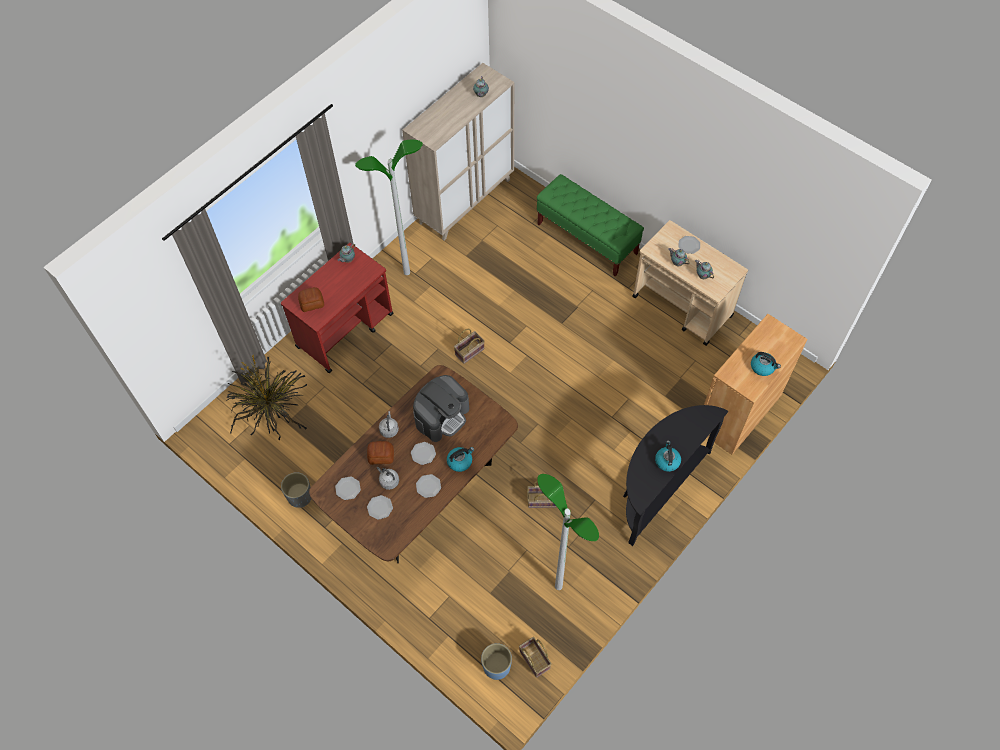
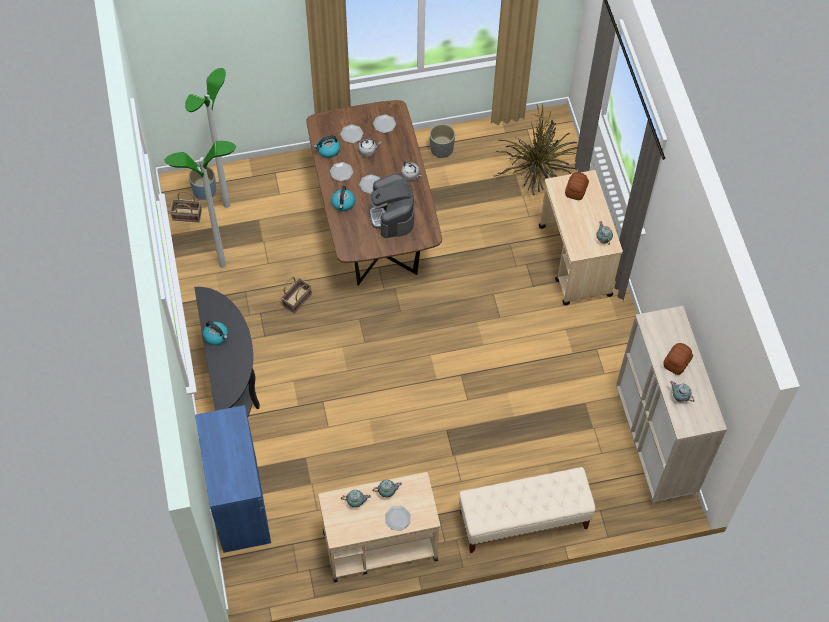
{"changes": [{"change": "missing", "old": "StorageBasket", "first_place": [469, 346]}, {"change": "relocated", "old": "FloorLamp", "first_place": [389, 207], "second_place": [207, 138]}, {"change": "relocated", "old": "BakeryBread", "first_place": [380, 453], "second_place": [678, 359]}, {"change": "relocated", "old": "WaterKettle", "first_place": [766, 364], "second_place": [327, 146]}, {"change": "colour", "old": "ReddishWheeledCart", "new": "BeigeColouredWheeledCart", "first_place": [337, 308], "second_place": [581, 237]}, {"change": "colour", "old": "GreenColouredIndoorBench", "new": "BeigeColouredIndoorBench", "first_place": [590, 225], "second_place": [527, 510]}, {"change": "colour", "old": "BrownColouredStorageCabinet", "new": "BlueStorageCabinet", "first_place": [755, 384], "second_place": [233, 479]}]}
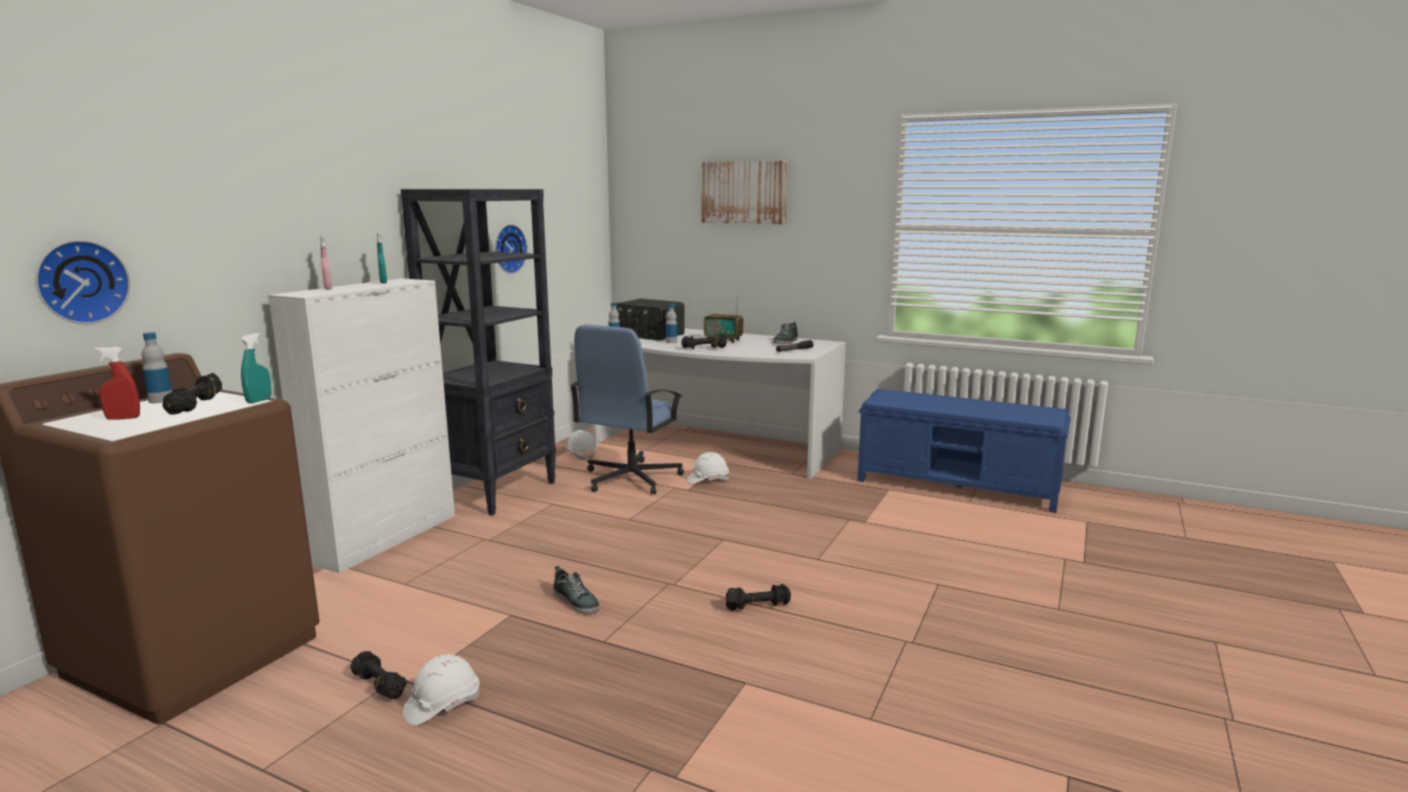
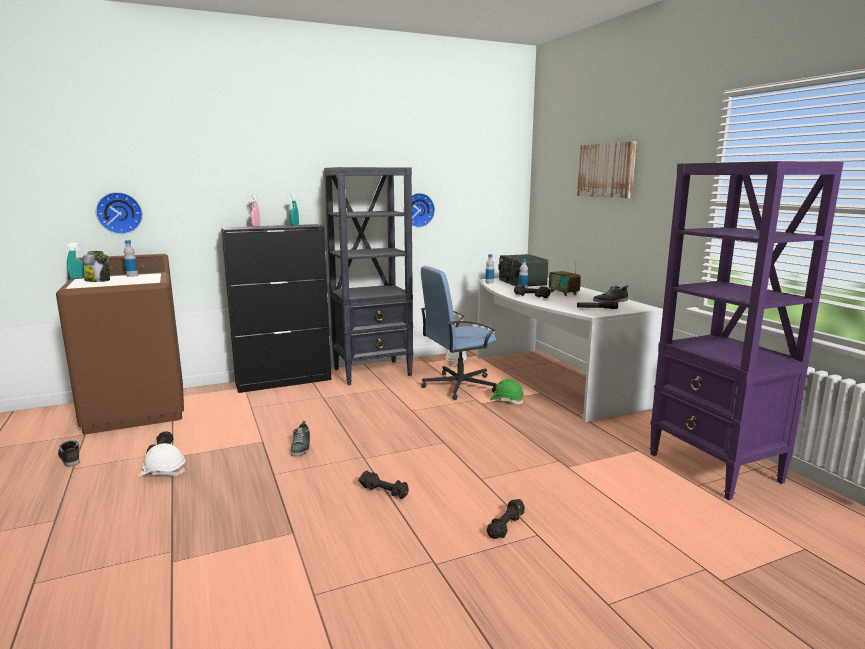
{"changes": [{"change": "appeared", "new": "Shoe", "second_place": [69, 453]}, {"change": "relocated", "old": "BlackishHandWeight", "first_place": [192, 394], "second_place": [506, 519]}, {"change": "relocated", "old": "BlueGreenSprayer", "first_place": [256, 368], "second_place": [75, 261]}, {"change": "exchanged", "old": "ReddishSprayer", "new": "PreserveJar", "first_place": [117, 383], "second_place": [96, 266]}, {"change": "exchanged", "old": "BlueIndoorBench", "new": "PurpleColouredBookcase", "first_place": [964, 451], "second_place": [746, 330]}, {"change": "colour", "old": "WhiteStorageCabinet", "new": "BlackishStorageCabinet", "first_place": [361, 425], "second_place": [276, 308]}, {"change": "colour", "old": "WhiteWorkHelmet", "new": "GreenColouredWorkHelmet", "first_place": [708, 468], "second_place": [507, 392]}]}
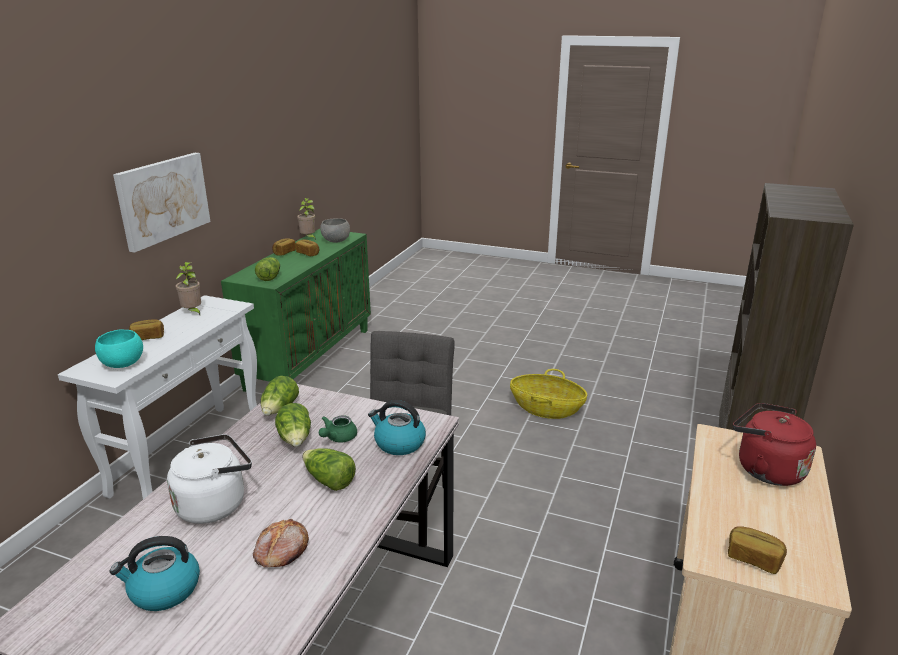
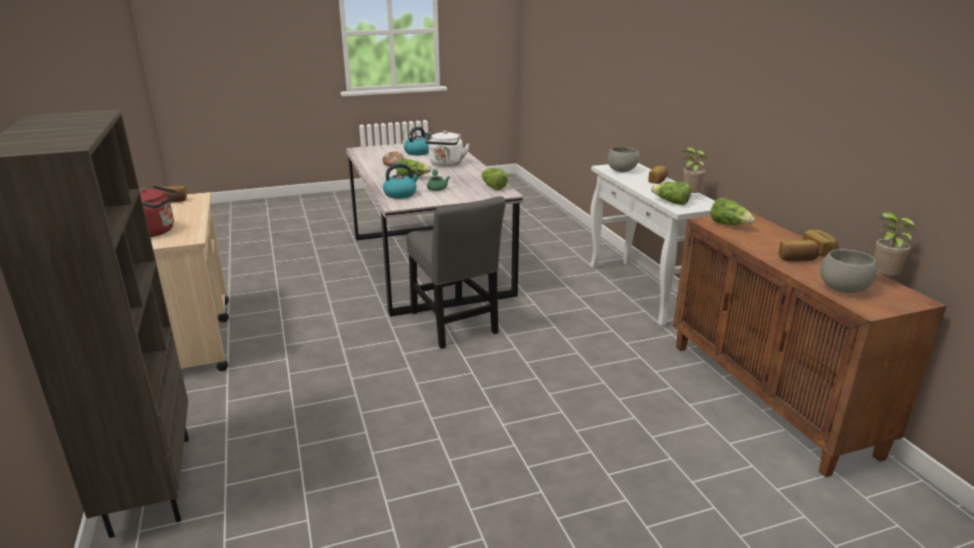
{"changes": [{"change": "missing", "old": "WallArt", "first_place": [162, 203]}, {"change": "missing", "old": "StorageBasket", "first_place": [548, 394]}, {"change": "relocated", "old": "LettuceHead", "first_place": [293, 425], "second_place": [671, 193]}, {"change": "colour", "old": "BlueGreenServingBowl", "new": "GreyishServingBowl", "first_place": [119, 348], "second_place": [623, 159]}, {"change": "colour", "old": "GreenColouredStorageCabinet", "new": "BrownColouredStorageCabinet", "first_place": [296, 310], "second_place": [810, 344]}]}
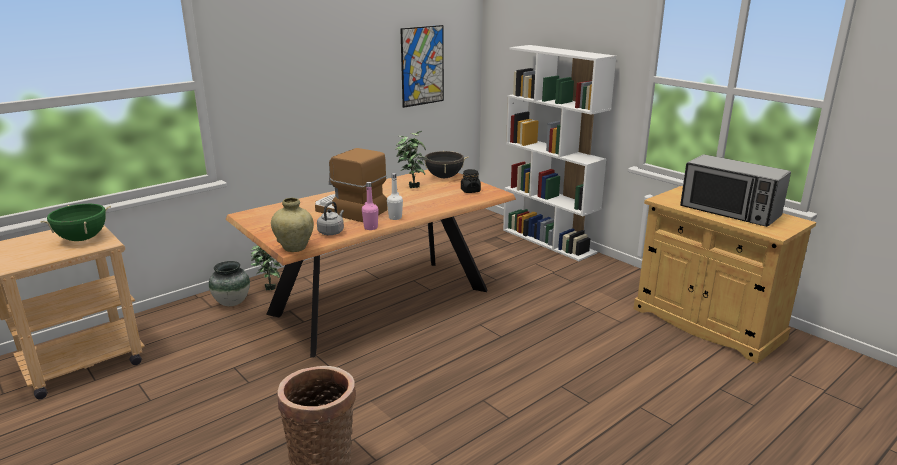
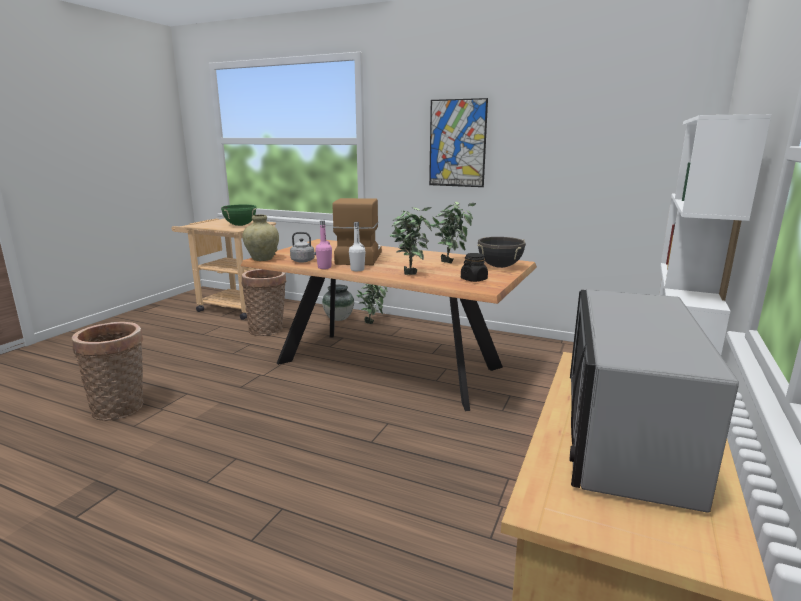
{"changes": [{"change": "appeared", "new": "StorageBasket", "second_place": [264, 302]}, {"change": "appeared", "new": "PottedPlant", "second_place": [410, 241]}, {"change": "relocated", "old": "WallArt", "first_place": [422, 66], "second_place": [458, 142]}]}
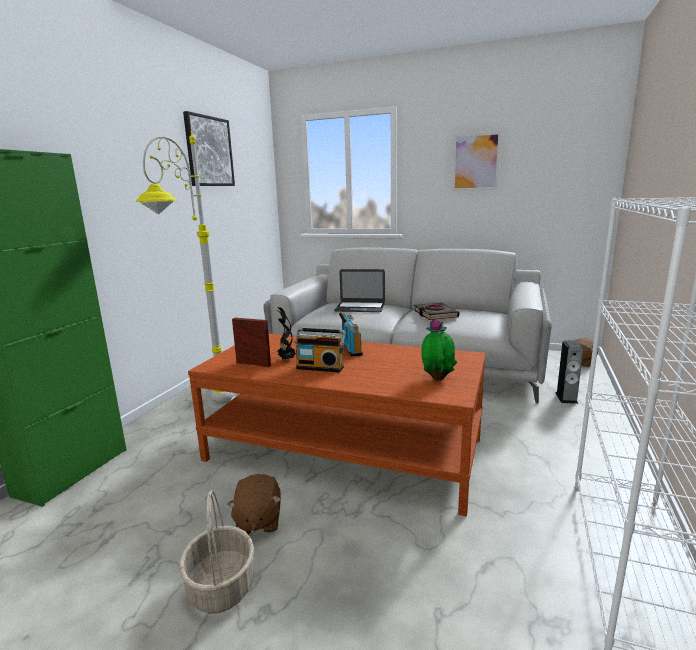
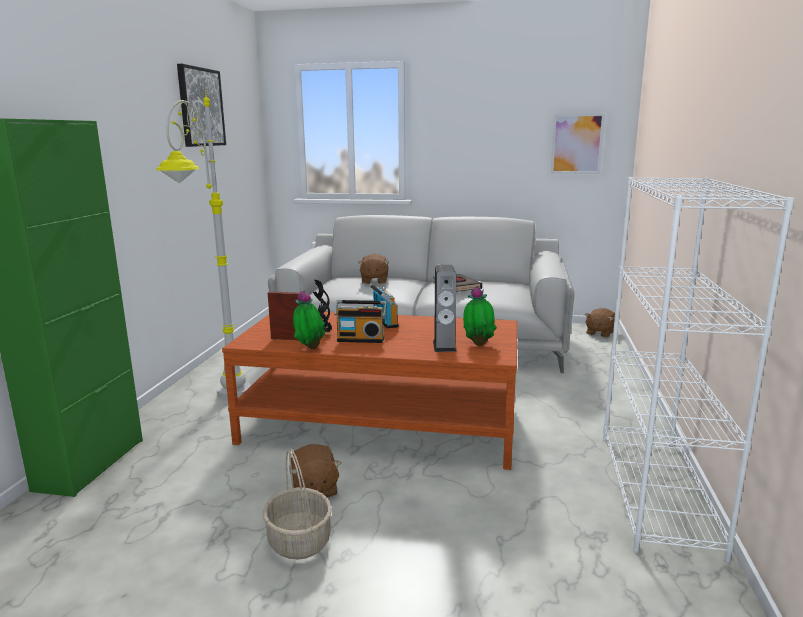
{"changes": [{"change": "appeared", "new": "PottedPlant", "second_place": [309, 320]}, {"change": "relocated", "old": "WallArt", "first_place": [476, 161], "second_place": [577, 143]}, {"change": "relocated", "old": "Loudspeaker", "first_place": [569, 372], "second_place": [445, 308]}, {"change": "exchanged", "old": "PortableComputer", "new": "BrownColouredCuddlyToy", "first_place": [359, 290], "second_place": [373, 269]}]}
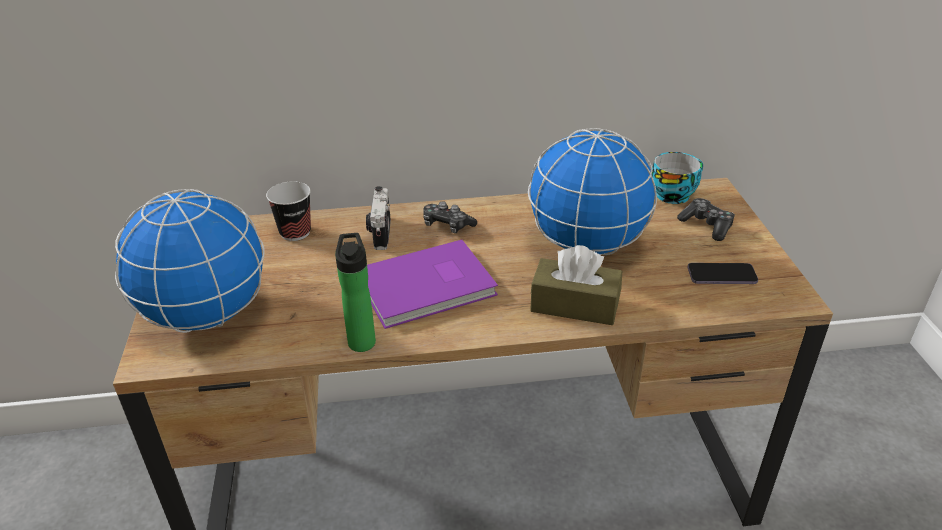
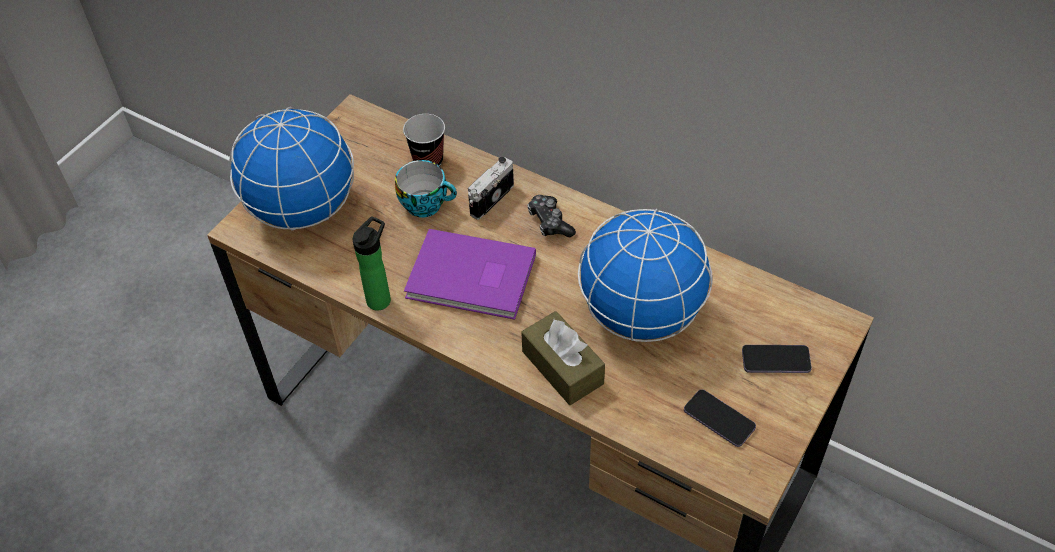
{"changes": [{"change": "relocated", "old": "Cup", "first_place": [677, 178], "second_place": [426, 189]}, {"change": "exchanged", "old": "GameController", "new": "Handset", "first_place": [706, 219], "second_place": [777, 359]}]}
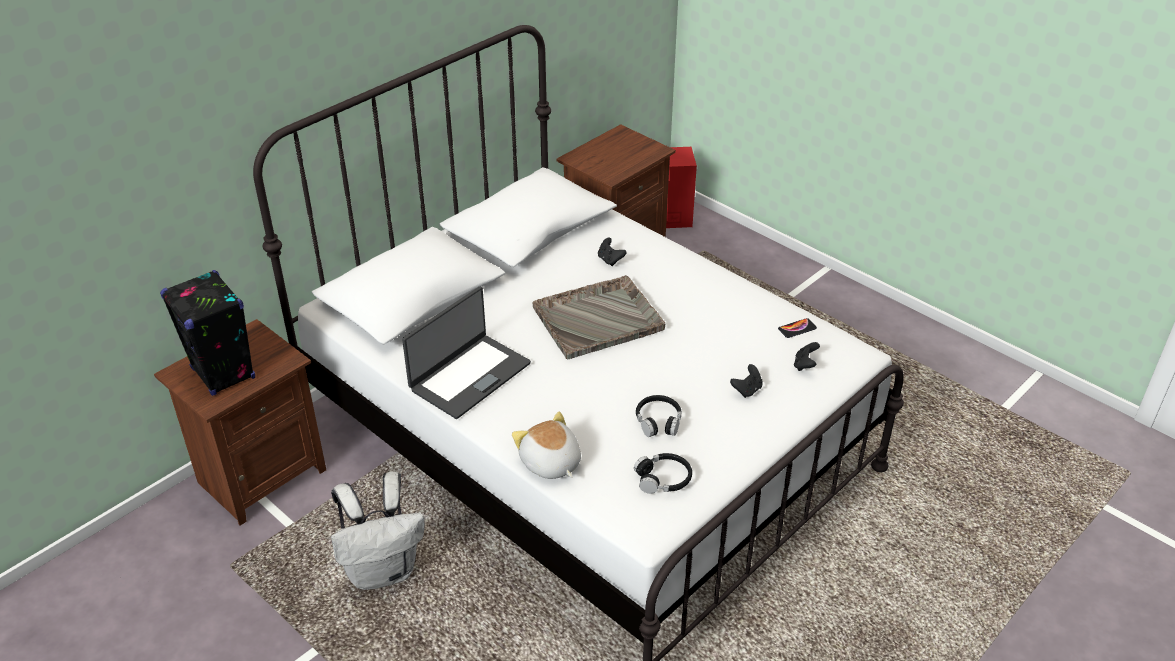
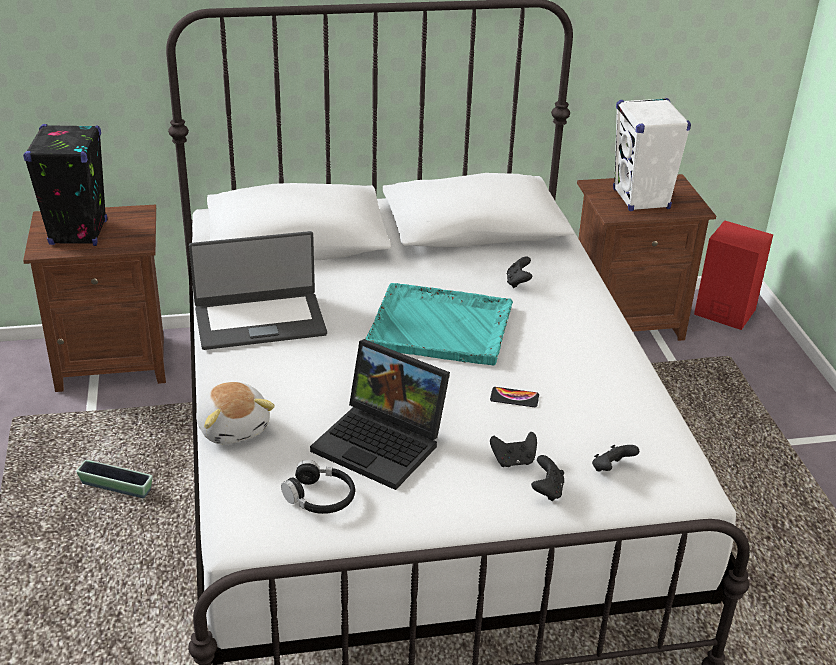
{"changes": [{"change": "appeared", "new": "BlackishGameController", "second_place": [547, 478]}, {"change": "appeared", "new": "WhiteLoudspeaker", "second_place": [652, 154]}, {"change": "relocated", "old": "Handset", "first_place": [797, 328], "second_place": [514, 397]}, {"change": "exchanged", "old": "WhiteKnapsack", "new": "FlowerPot", "first_place": [378, 530], "second_place": [114, 479]}, {"change": "exchanged", "old": "BlackishPairOfHeadphones", "new": "PortableComputer", "first_place": [658, 416], "second_place": [380, 414]}, {"change": "colour", "old": "GreyishCarryingTray", "new": "BlueGreenCarryingTray", "first_place": [599, 317], "second_place": [439, 324]}, {"change": "spun", "old": "CuddlyToy", "first_place": [546, 445], "second_place": [235, 413], "degrees": 150}]}
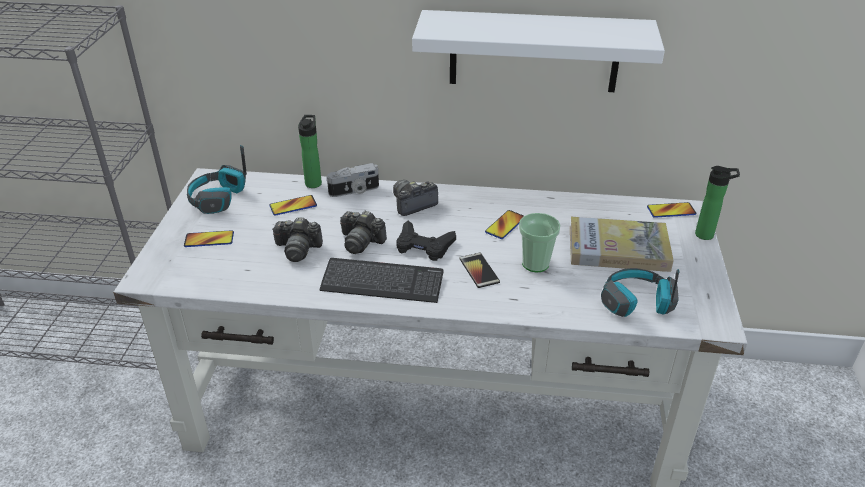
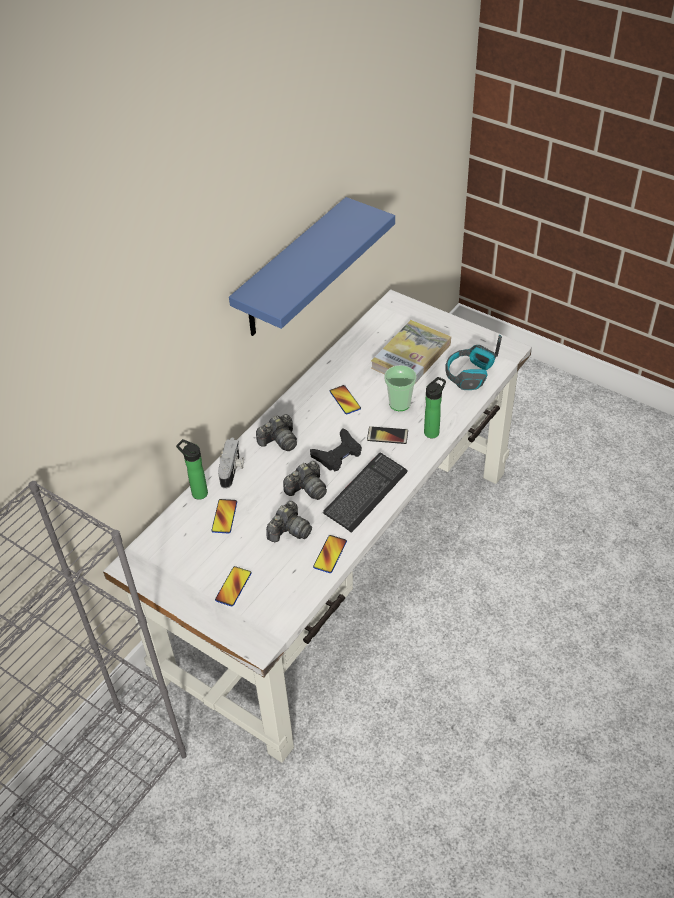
{"changes": [{"change": "missing", "old": "PairOfHeadphones", "first_place": [217, 179]}, {"change": "relocated", "old": "Handset", "first_place": [671, 210], "second_place": [330, 554]}, {"change": "relocated", "old": "DrinkBottle", "first_place": [717, 203], "second_place": [435, 407]}, {"change": "colour", "old": "WhiteBracketShelf", "new": "BlueBracketShelf", "first_place": [538, 51], "second_place": [312, 266]}, {"change": "spun", "old": "PhotoCamera", "first_place": [415, 198], "second_place": [276, 432], "degrees": -120}]}
